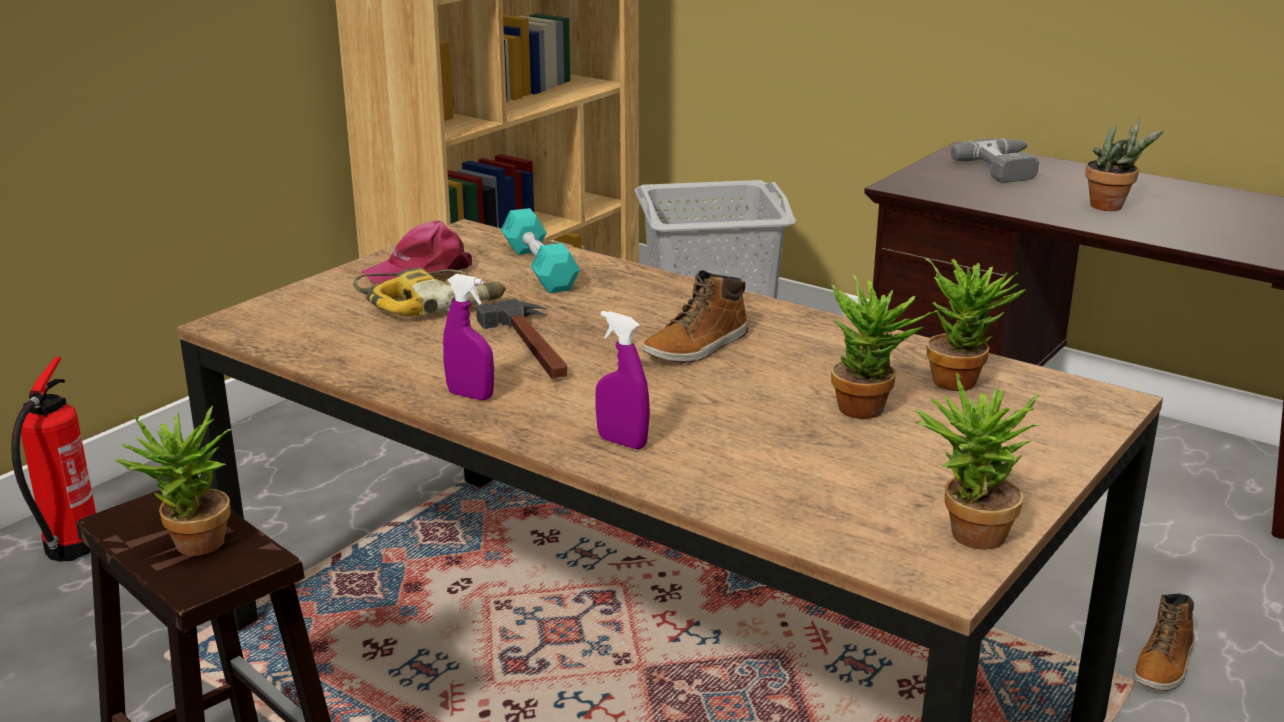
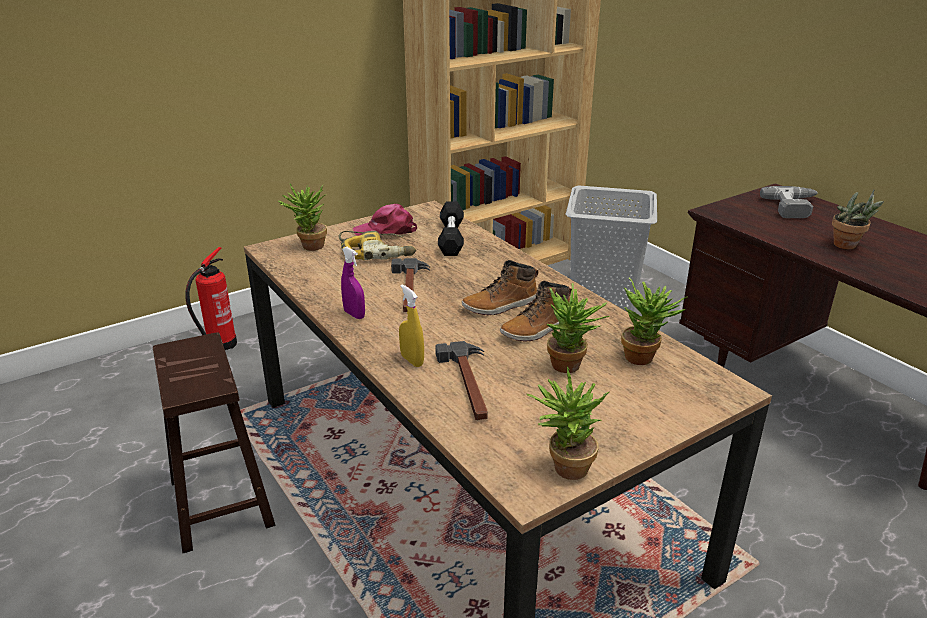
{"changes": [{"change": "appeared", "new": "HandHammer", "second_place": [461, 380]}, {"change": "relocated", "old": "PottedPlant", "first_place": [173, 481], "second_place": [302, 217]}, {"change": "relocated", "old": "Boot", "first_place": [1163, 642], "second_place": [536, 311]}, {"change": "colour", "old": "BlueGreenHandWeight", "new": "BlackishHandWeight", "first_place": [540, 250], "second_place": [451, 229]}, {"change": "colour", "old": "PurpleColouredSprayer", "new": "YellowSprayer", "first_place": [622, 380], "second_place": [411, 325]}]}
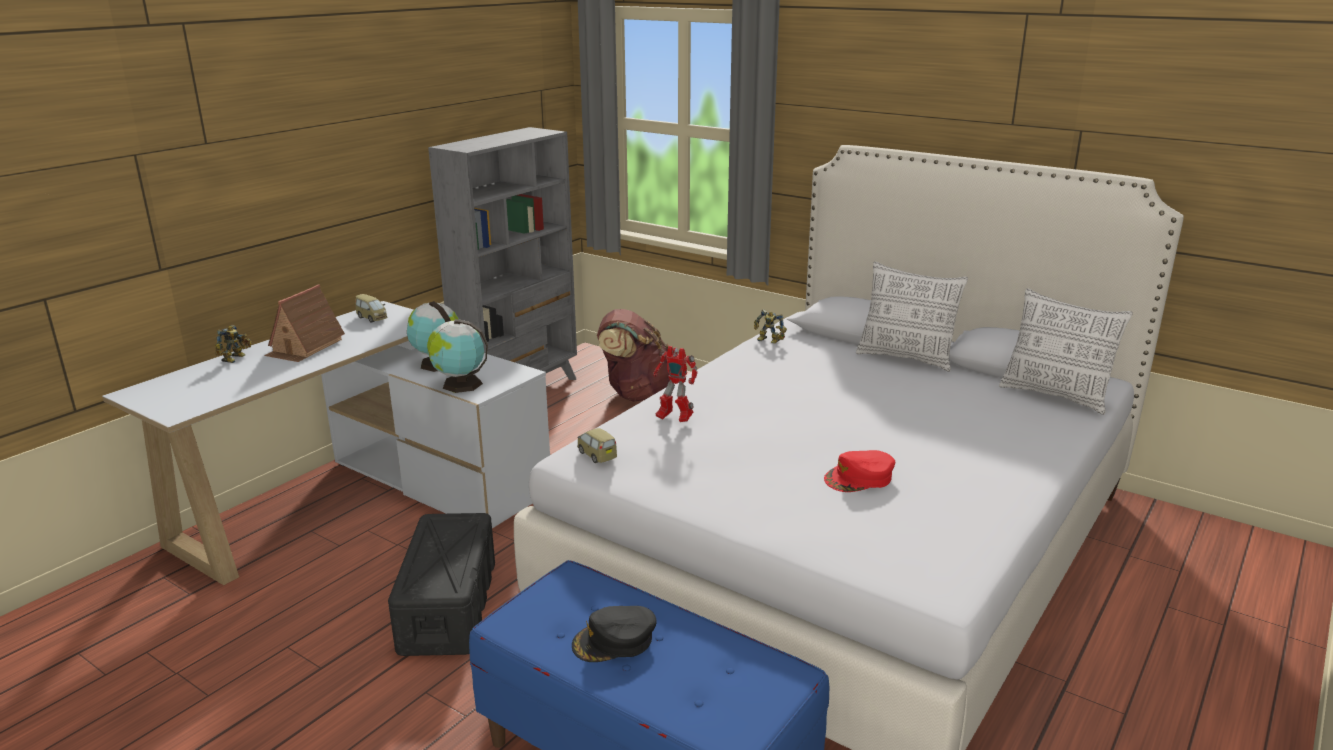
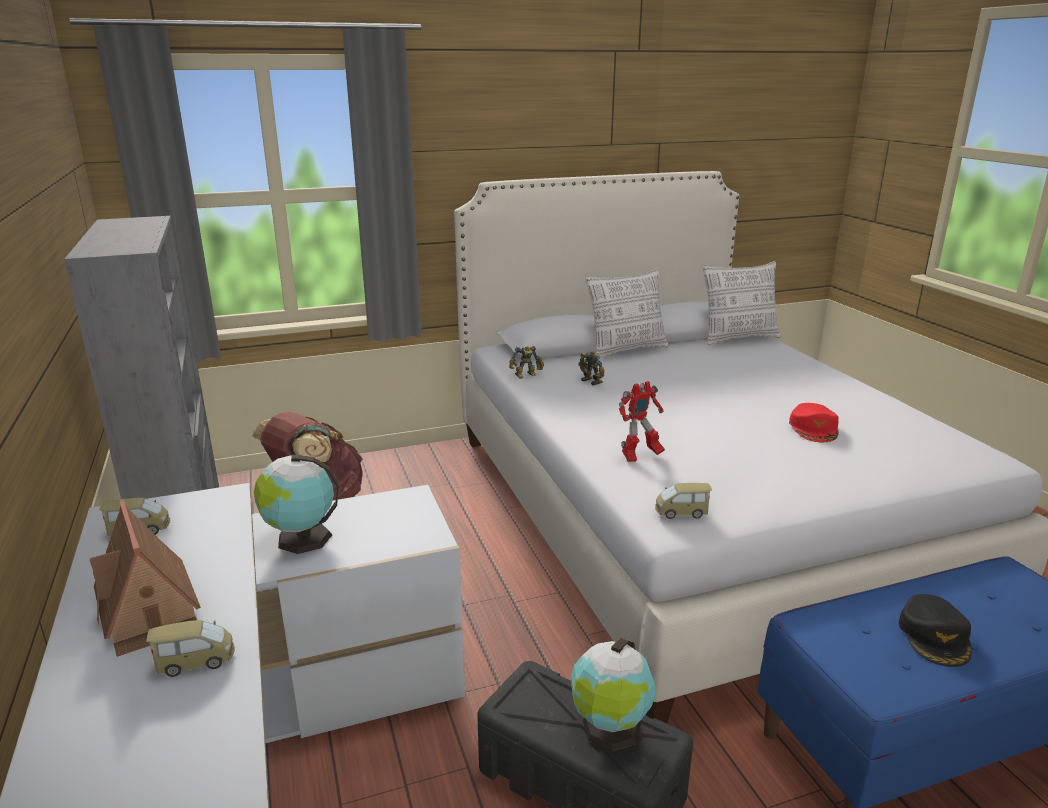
{"changes": [{"change": "appeared", "new": "MiniatureCar", "second_place": [190, 648]}, {"change": "relocated", "old": "ToyRobot", "first_place": [233, 344], "second_place": [591, 368]}, {"change": "relocated", "old": "DeskGlobe", "first_place": [457, 356], "second_place": [613, 695]}]}
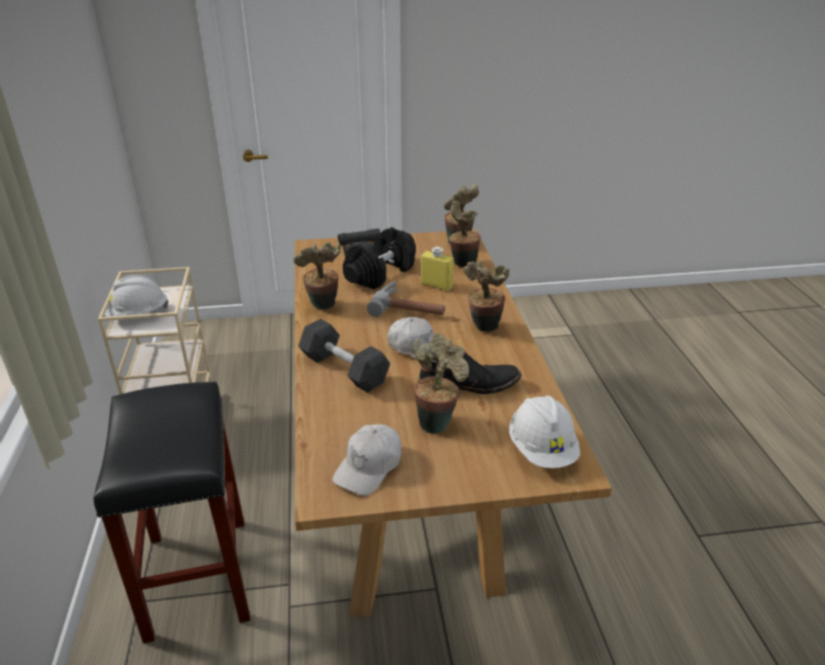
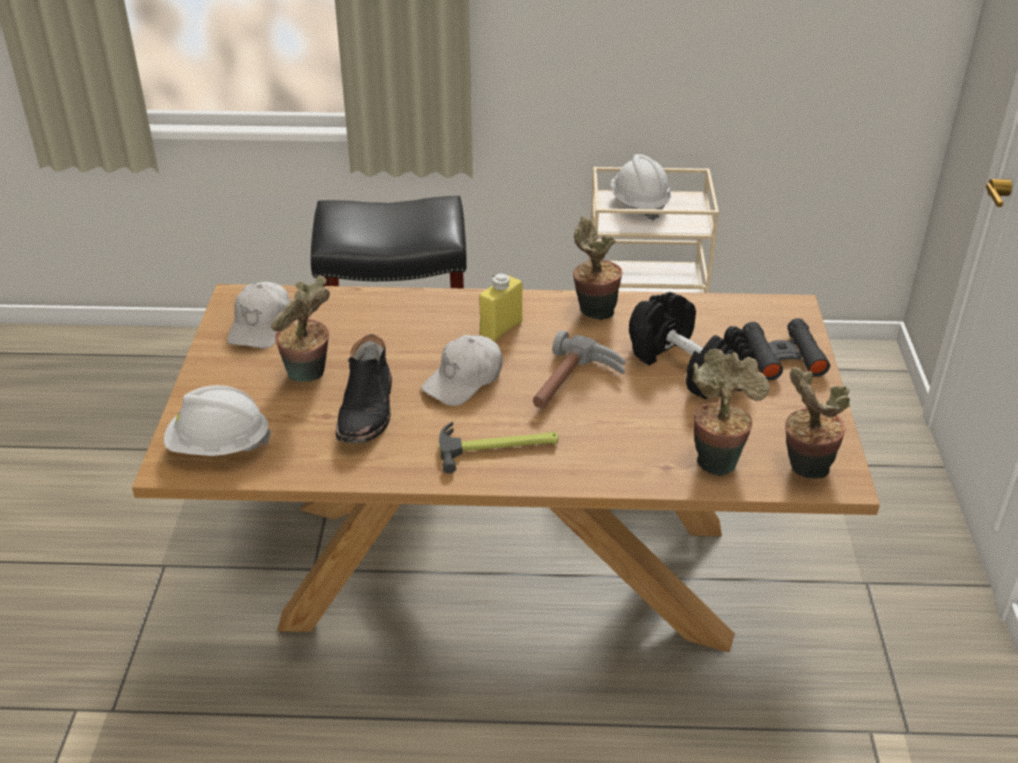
{"changes": [{"change": "missing", "old": "BlackishHandWeight", "first_place": [344, 356]}, {"change": "relocated", "old": "YellowDrinkBottle", "first_place": [437, 269], "second_place": [501, 308]}, {"change": "exchanged", "old": "PottedPlant", "new": "HandHammer", "first_place": [486, 296], "second_place": [498, 448]}, {"change": "spun", "old": "WhitePeakedCap", "first_place": [367, 460], "second_place": [259, 315], "degrees": -120}]}
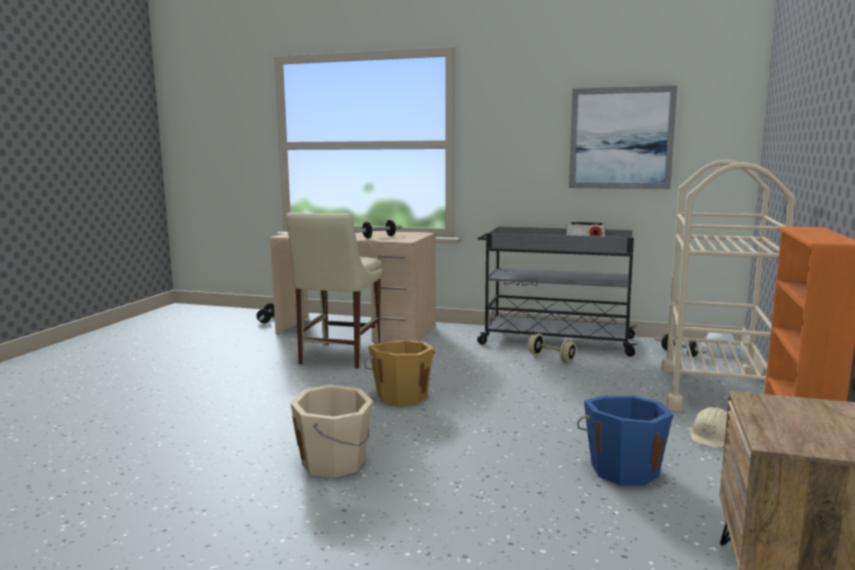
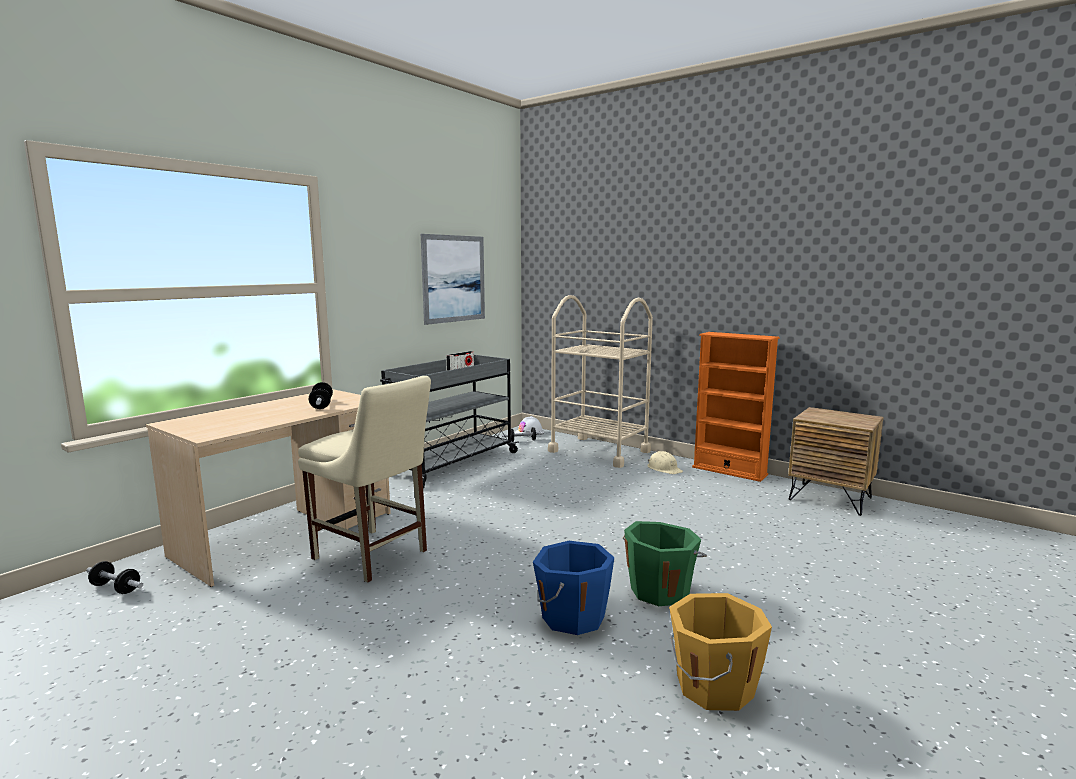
{"changes": [{"change": "missing", "old": "BeigeColouredHandWeight", "first_place": [552, 347]}, {"change": "relocated", "old": "OrangeyBucket", "first_place": [399, 373], "second_place": [720, 652]}, {"change": "relocated", "old": "BlueBucket", "first_place": [625, 440], "second_place": [573, 588]}, {"change": "colour", "old": "BeigeColouredBucket", "new": "GreenColouredBucket", "first_place": [332, 431], "second_place": [665, 563]}]}
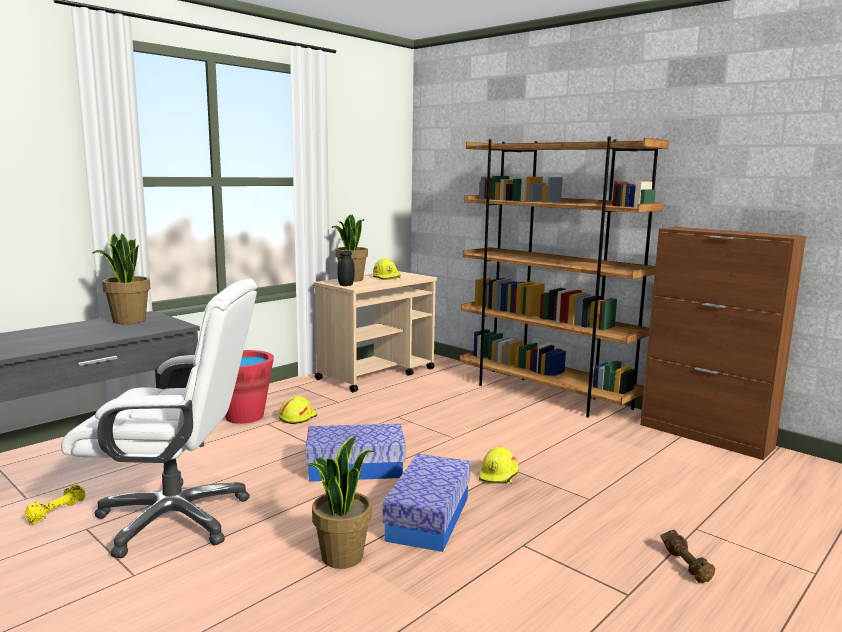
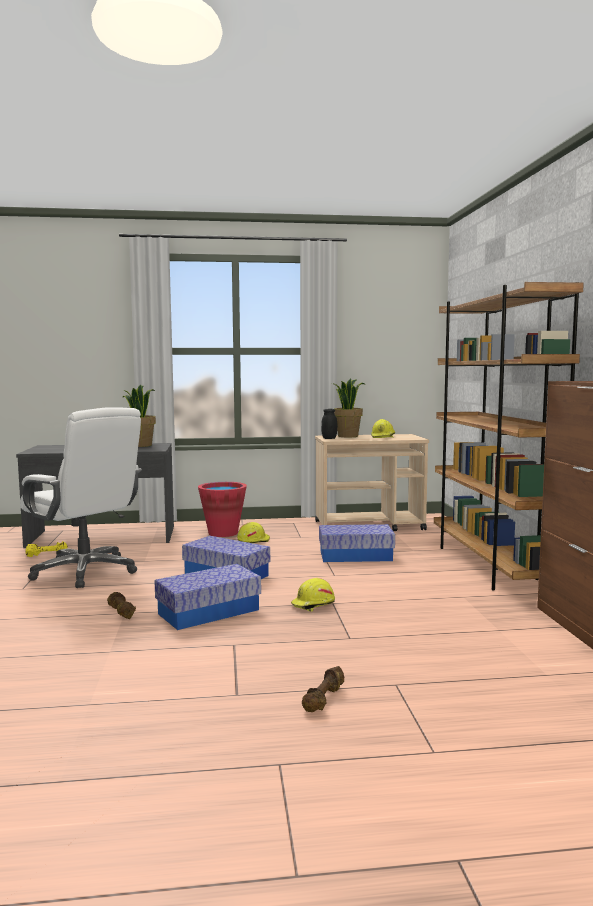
{"changes": [{"change": "appeared", "new": "StorageBox", "second_place": [357, 543]}, {"change": "exchanged", "old": "PottedPlant", "new": "BrownColouredHandWeight", "first_place": [340, 502], "second_place": [121, 605]}]}
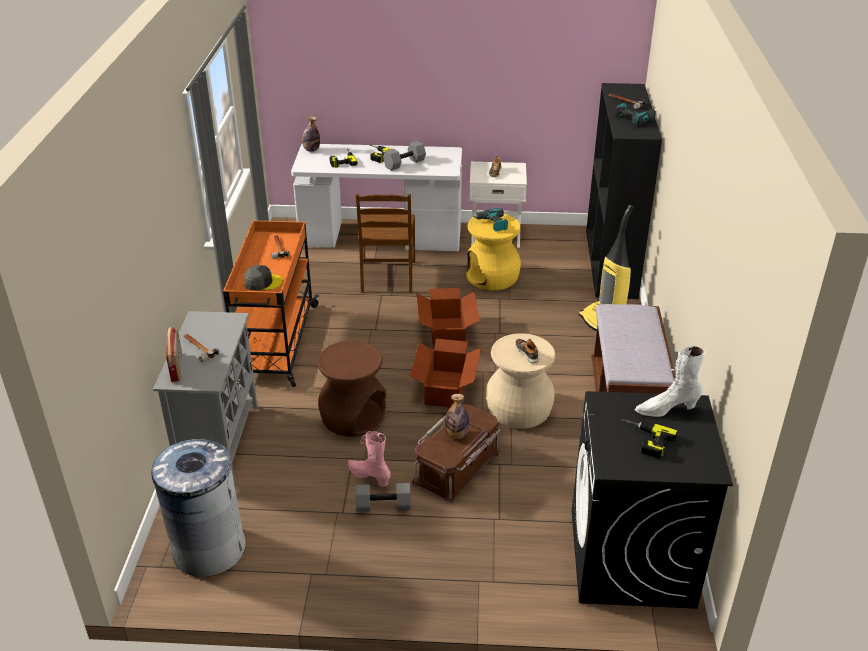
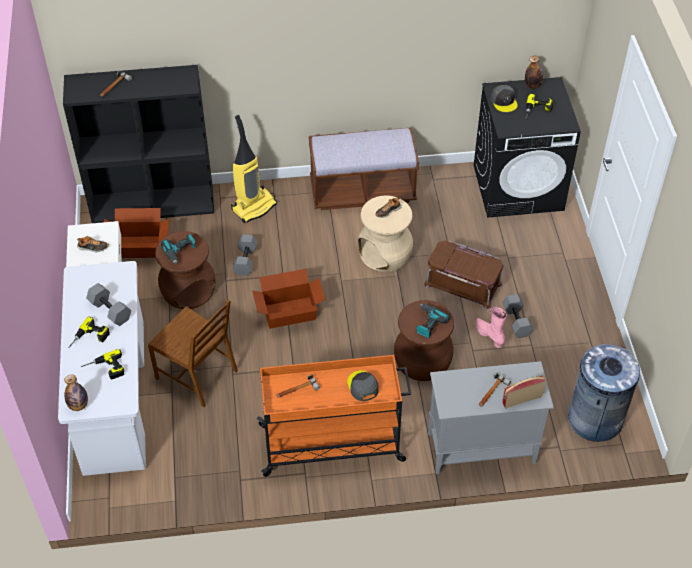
{"changes": [{"change": "appeared", "new": "GreyishHandWeight", "second_place": [245, 255]}, {"change": "relocated", "old": "Carton", "first_place": [445, 373], "second_place": [136, 233]}, {"change": "relocated", "old": "DrinkBottle", "first_place": [457, 416], "second_place": [534, 72]}, {"change": "relocated", "old": "ElectricDrill", "first_place": [635, 114], "second_place": [433, 321]}, {"change": "exchanged", "old": "WhiteBoot", "new": "GreyishPeakedCap", "first_place": [670, 381], "second_place": [504, 98]}, {"change": "colour", "old": "YellowStool", "new": "BrownColouredStool", "first_place": [493, 252], "second_place": [185, 270]}, {"change": "spun", "old": "PinkBoot", "first_place": [369, 459], "second_place": [491, 327], "degrees": 120}, {"change": "spun", "old": "BrownColouredChair", "first_place": [385, 243], "second_place": [193, 353], "degrees": 45}]}
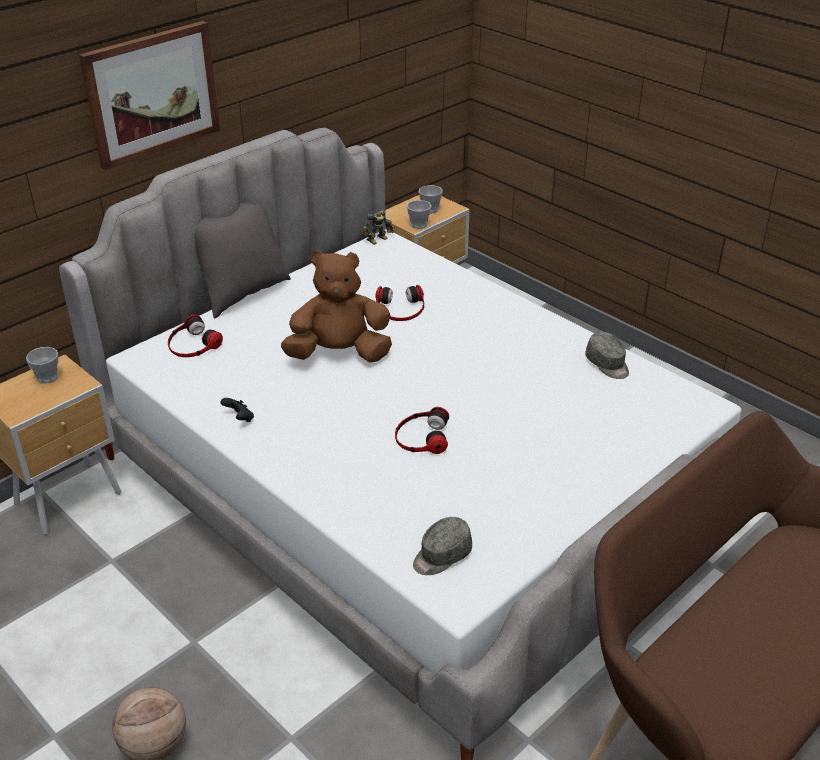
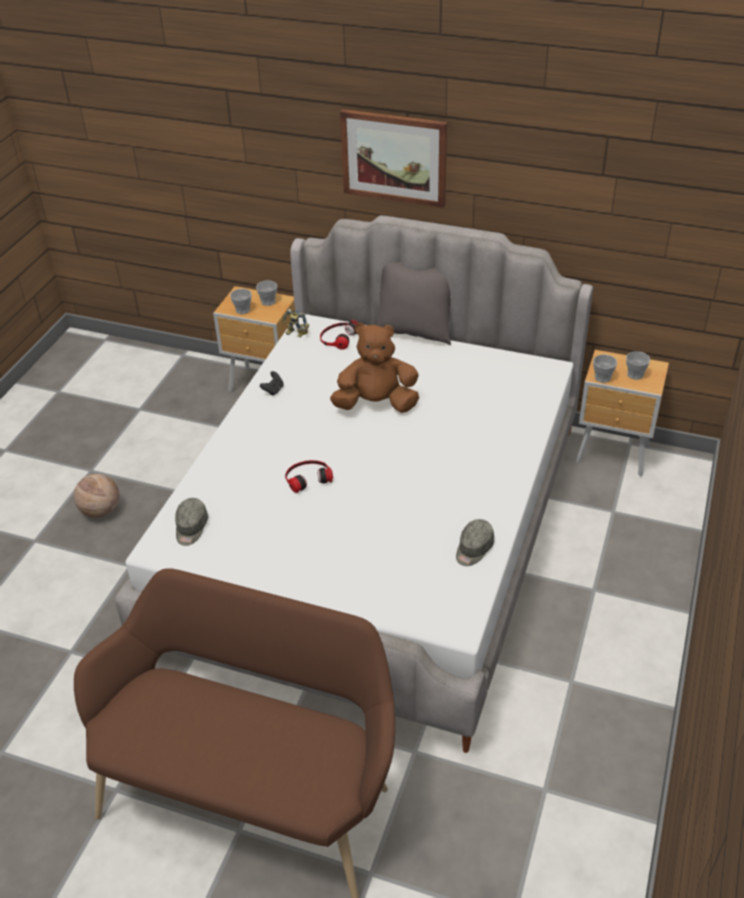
{"changes": [{"change": "missing", "old": "PairOfHeadphones", "first_place": [399, 303]}, {"change": "appeared", "new": "Cup", "second_place": [240, 301]}, {"change": "relocated", "old": "ToyRobot", "first_place": [378, 227], "second_place": [295, 322]}, {"change": "spun", "old": "BrownColouredCuddlyToy", "first_place": [336, 306], "second_place": [374, 368], "degrees": -60}, {"change": "spun", "old": "GreyishPeakedCap", "first_place": [442, 546], "second_place": [191, 522], "degrees": -105}]}
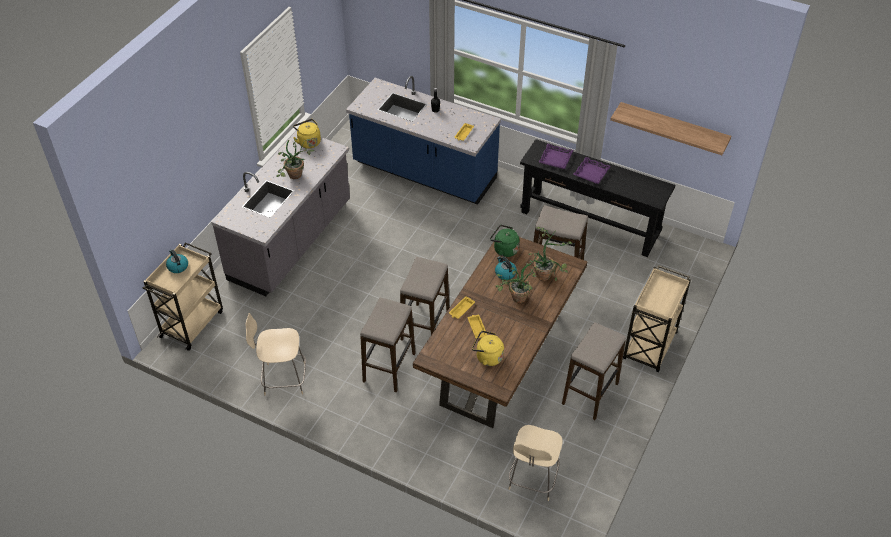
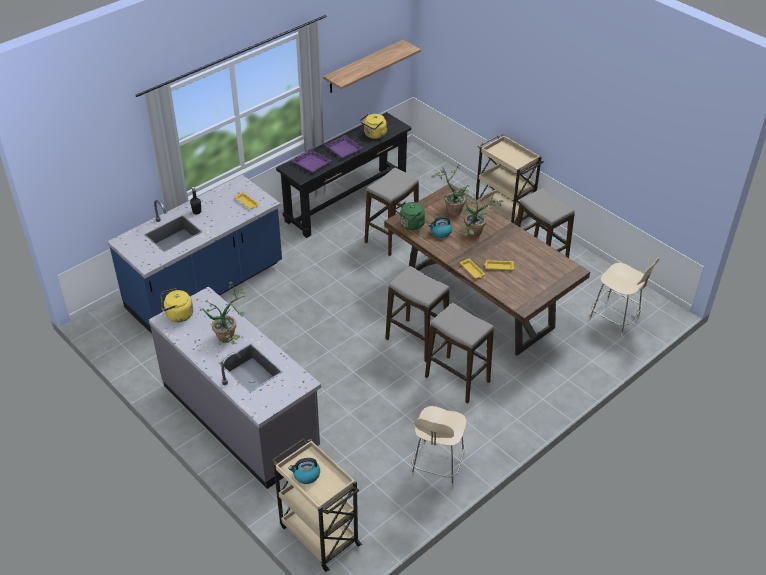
{"changes": [{"change": "relocated", "old": "YellowWaterKettle", "first_place": [488, 348], "second_place": [373, 126]}]}
